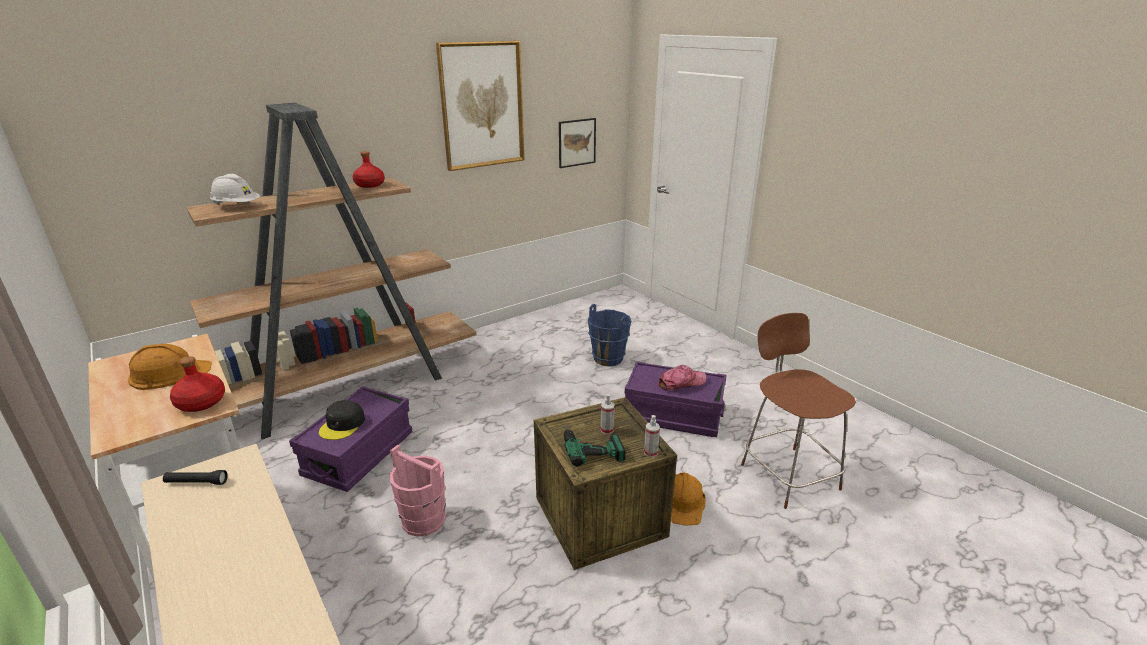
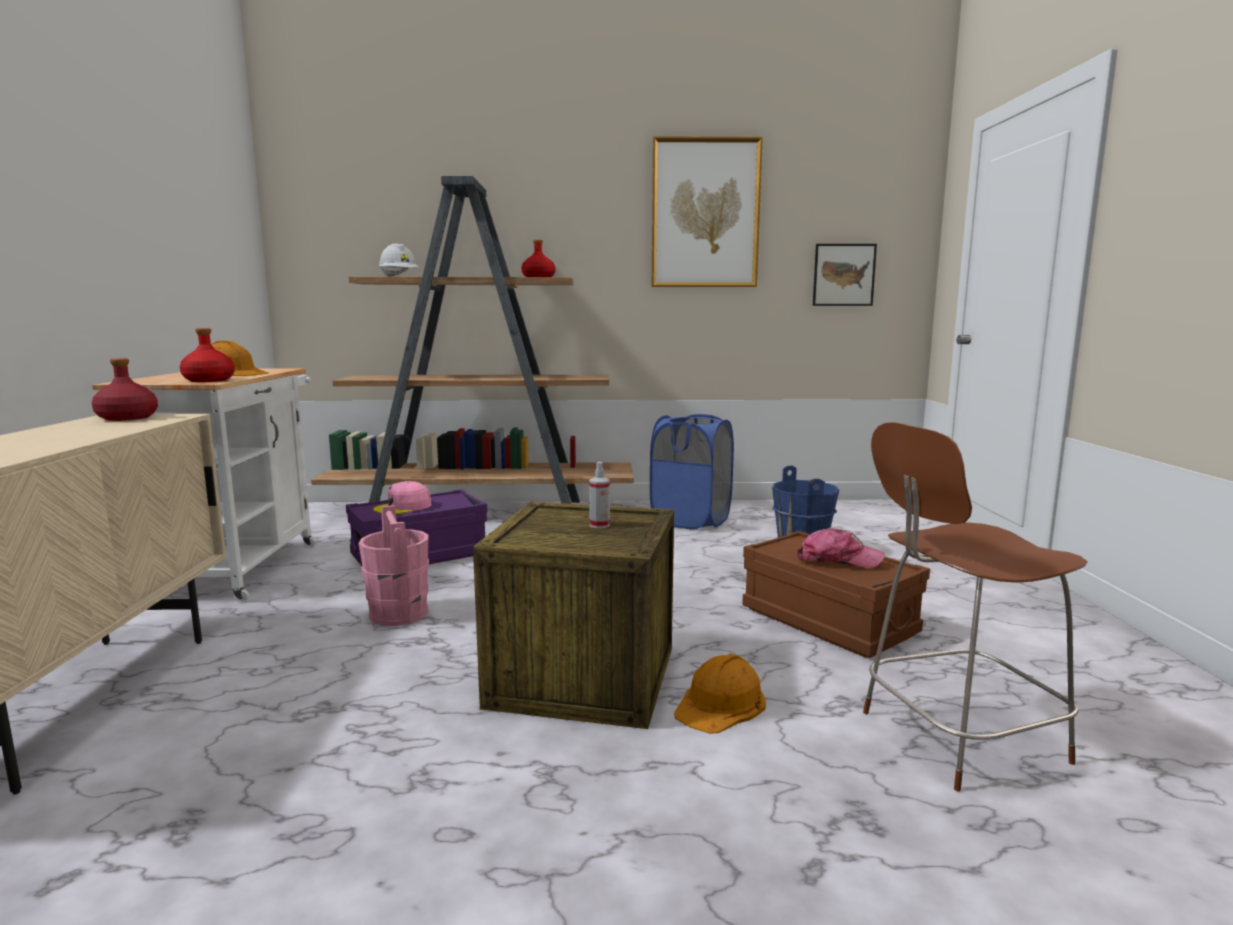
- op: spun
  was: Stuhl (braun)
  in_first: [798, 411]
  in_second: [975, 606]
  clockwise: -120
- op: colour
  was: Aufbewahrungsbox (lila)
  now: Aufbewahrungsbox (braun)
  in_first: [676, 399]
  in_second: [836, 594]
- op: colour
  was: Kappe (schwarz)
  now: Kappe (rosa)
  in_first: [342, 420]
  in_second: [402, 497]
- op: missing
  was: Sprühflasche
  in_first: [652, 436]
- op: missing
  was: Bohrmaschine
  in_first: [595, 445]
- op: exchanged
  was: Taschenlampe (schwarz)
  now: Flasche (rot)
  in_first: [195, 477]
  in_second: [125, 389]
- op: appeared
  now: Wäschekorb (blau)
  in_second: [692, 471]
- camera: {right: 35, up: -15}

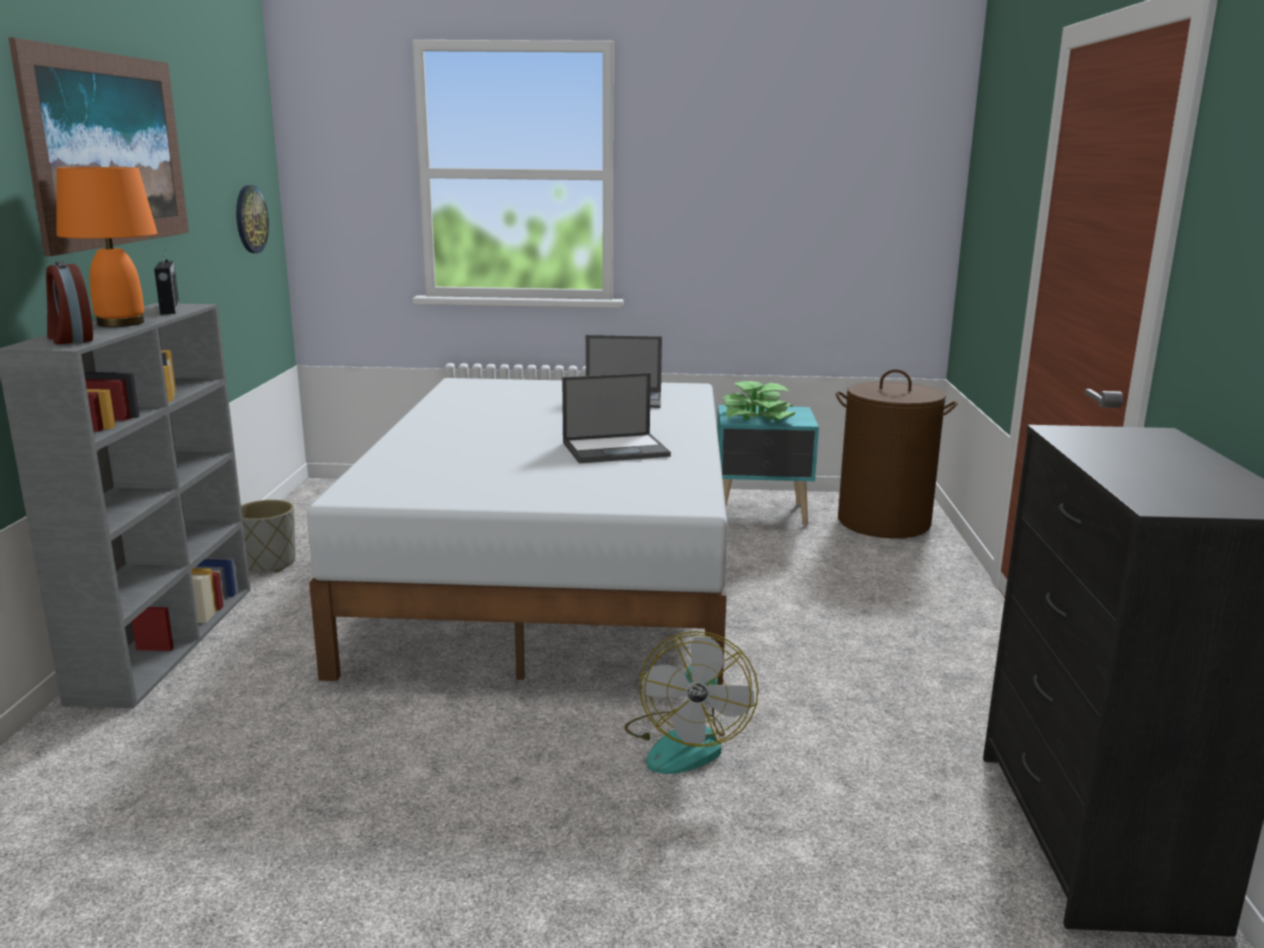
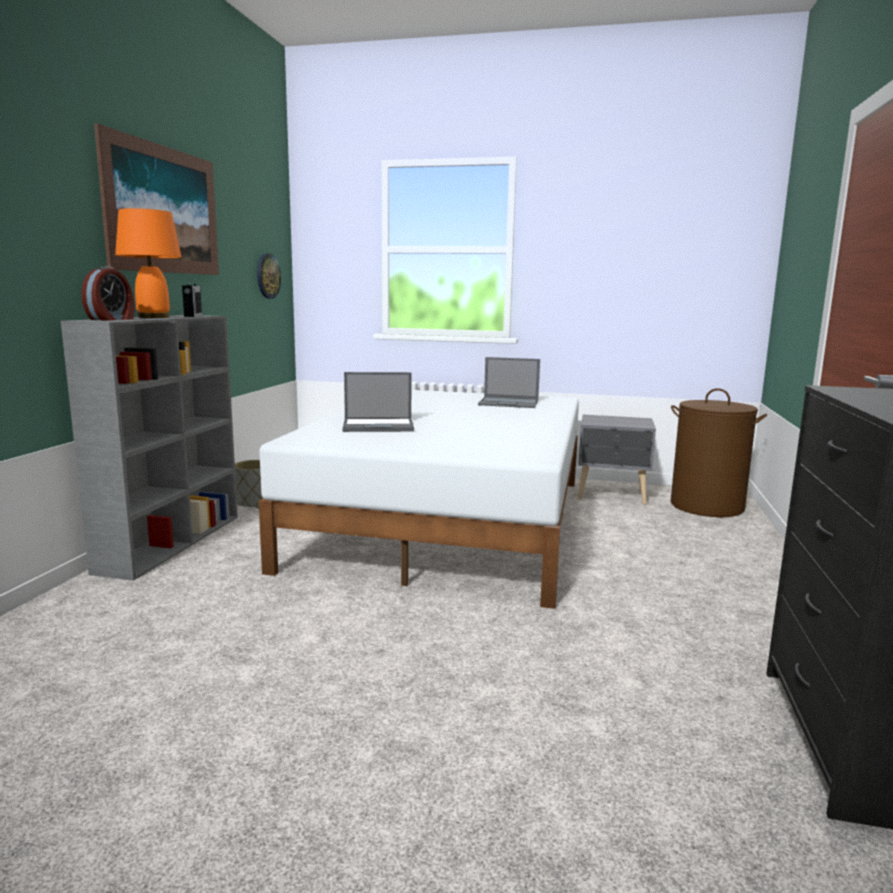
- op: spun
  was: Wecker
  in_first: [69, 303]
  in_second: [108, 293]
  clockwise: -135
- op: relocated
  was: Laptop
  in_first: [616, 418]
  in_second: [378, 402]
- op: missing
  was: Topfpflanze
  in_first: [758, 401]
- op: colour
  was: Nachttisch (türkis)
  now: Nachttisch (grau)
  in_first: [768, 465]
  in_second: [617, 460]
- op: missing
  was: Ventilator
  in_first: [691, 702]
- camera: {right: 10, up: -5}

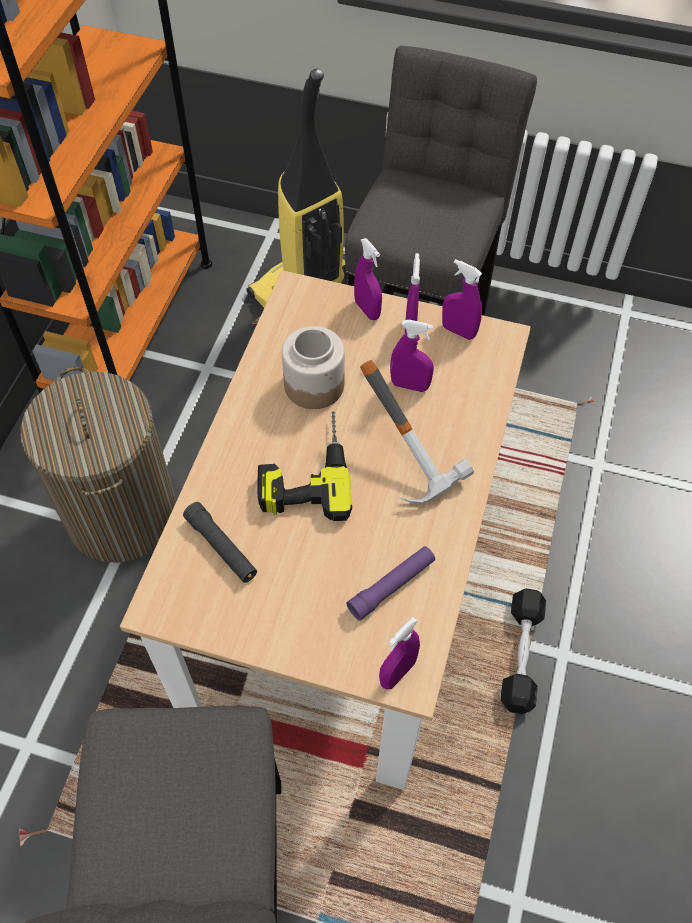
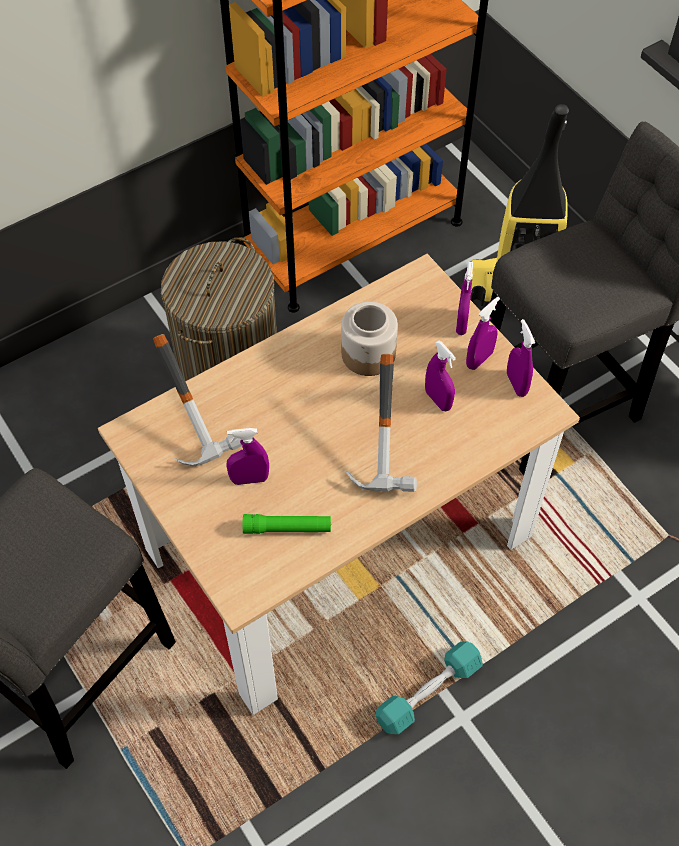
- op: missing
  was: Bohrmaschine
  in_first: [304, 466]
- op: exchanged
  was: Taschenlampe (schwarz)
  now: Hammer
  in_first: [220, 542]
  in_second: [197, 400]
- op: colour
  was: Taschenlampe (lila)
  now: Taschenlampe (grün)
  in_first: [390, 583]
  in_second: [287, 524]
- op: colour
  was: Hantel (schwarz)
  now: Hantel (türkis)
  in_first: [523, 651]
  in_second: [429, 687]
- op: relocated
  was: Sprühflasche (lila)
  in_first: [399, 653]
  in_second: [247, 456]
- camera: {right: 40, up: 0}

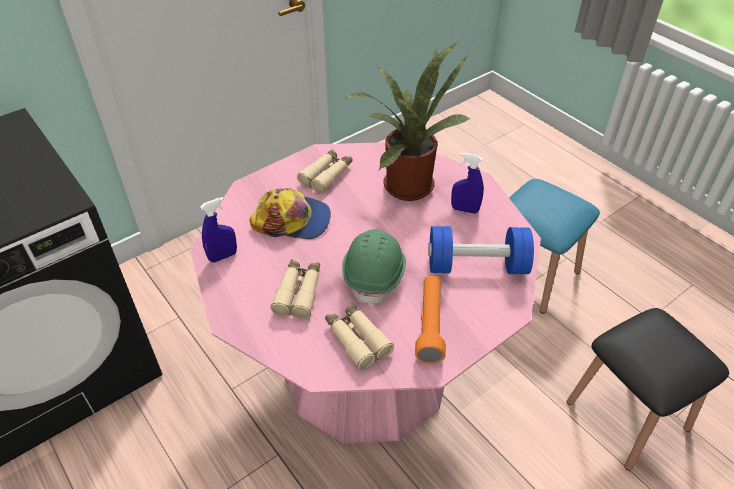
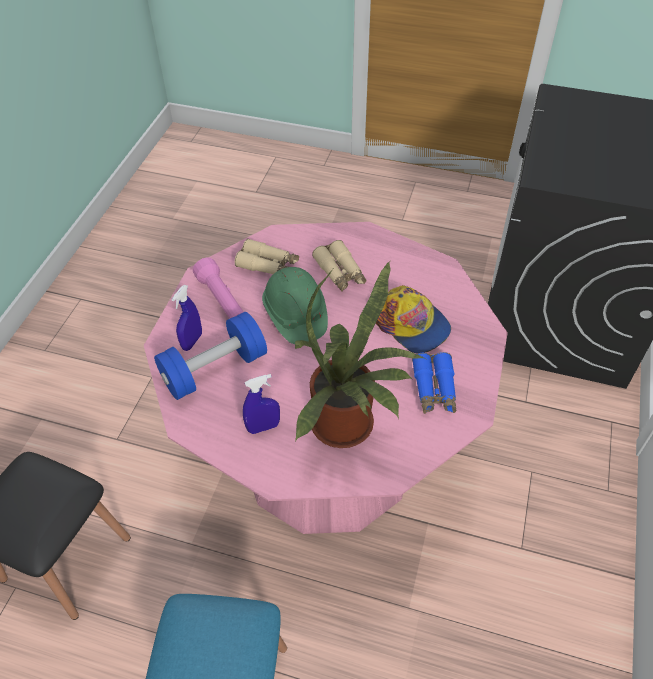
- op: colour
  was: Fernglas (beige)
  now: Fernglas (blau)
  in_first: [325, 171]
  in_second: [434, 383]
- op: spun
  was: Kappe
  in_first: [290, 213]
  in_second: [413, 319]
  clockwise: -105
- op: relocated
  was: Sprühflasche (blau)
  in_first: [218, 230]
  in_second: [186, 318]
- op: colour
  was: Taschenlampe (orange)
  now: Taschenlampe (rosa)
  in_first: [430, 320]
  in_second: [218, 288]
- camera: {right: 145, up: 5}

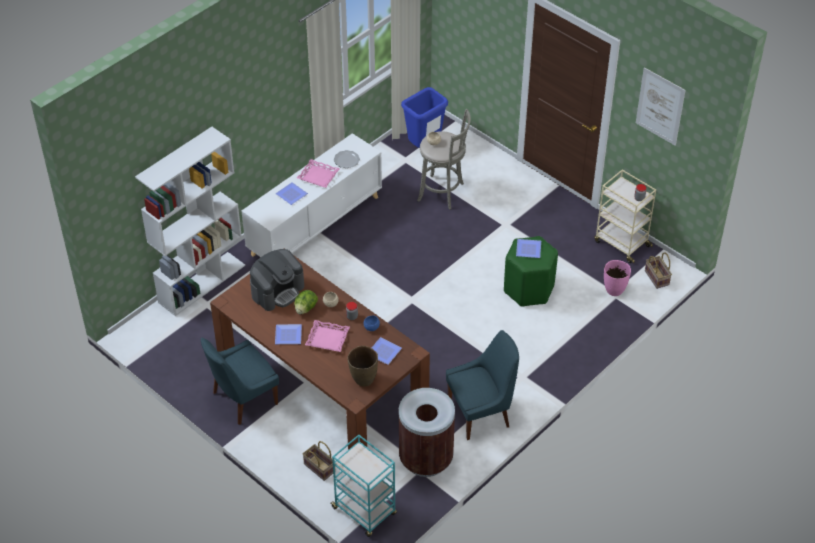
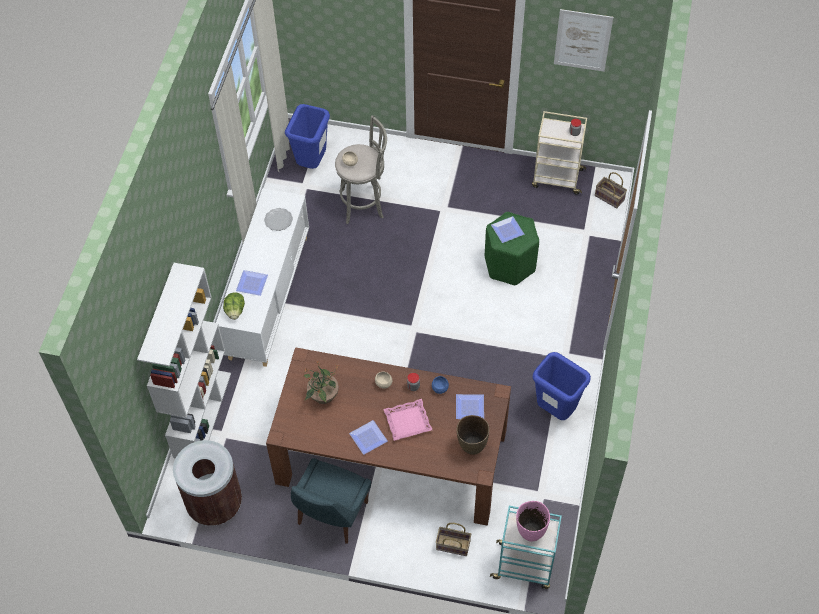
- op: missing
  was: Tablett (rosa)
  in_first: [318, 173]
- op: exchanged
  was: Kaffeemaschine
  now: Topfpflanze
  in_first: [277, 280]
  in_second: [321, 383]
- op: relocated
  was: Vase (rosa)
  in_first: [617, 278]
  in_second: [533, 521]
- op: relocated
  was: Salatkopf
  in_first: [306, 302]
  in_second: [234, 306]
- op: exchanged
  was: Stuhl (blau)
  now: Mülleimer (blau)
  in_first: [482, 385]
  in_second: [562, 386]
- op: relocated
  was: Mülleimer (braun)
  in_first: [427, 432]
  in_second: [207, 483]
- camera: {right: -30, up: 10}

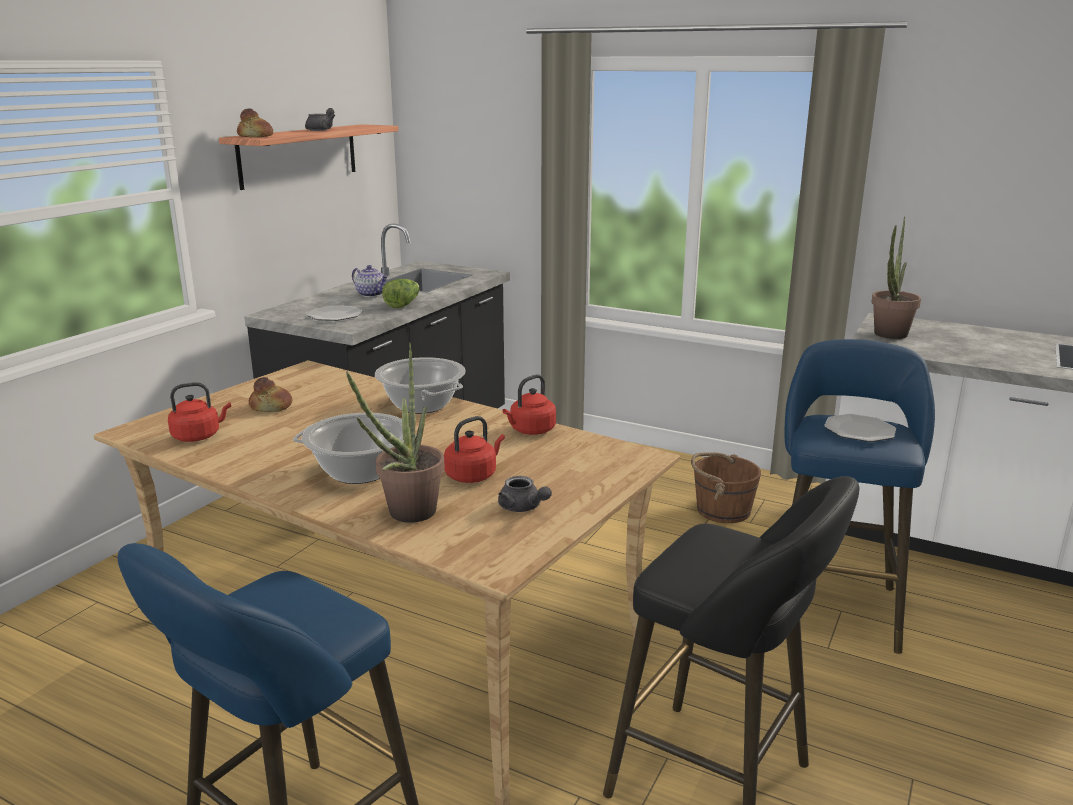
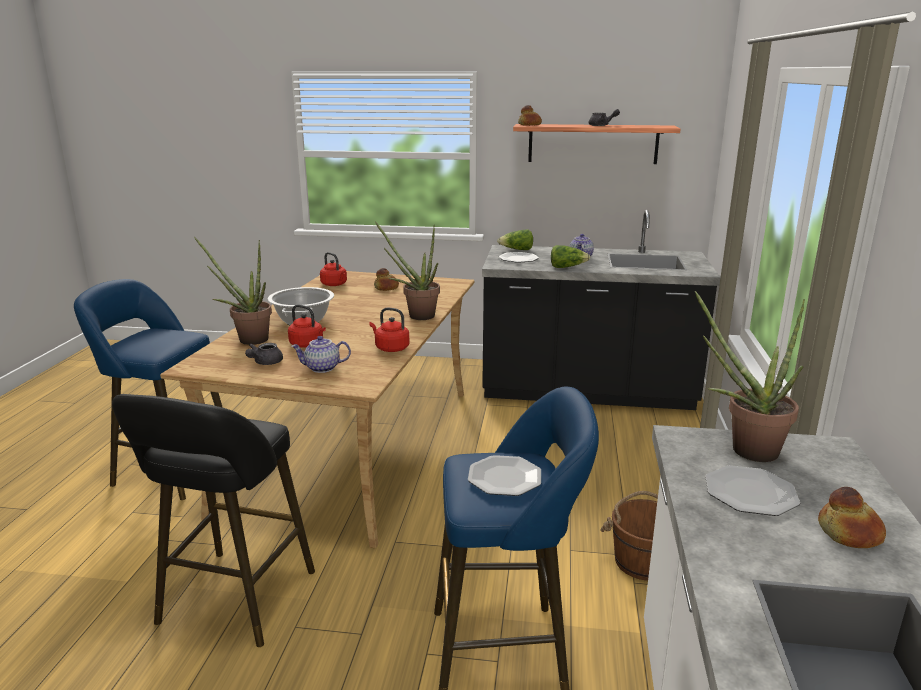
- op: exchanged
  was: Kochtopf
  now: Topfpflanze
  in_first: [420, 385]
  in_second: [407, 270]
- op: appeared
  now: Salatkopf
  in_second: [515, 240]
- op: appeared
  now: Teekanne
  in_second: [321, 354]
- op: appeared
  now: Teller
  in_second: [752, 490]
- op: appeared
  now: Brot
  in_second: [852, 517]
- camera: {right: 70, up: 0}

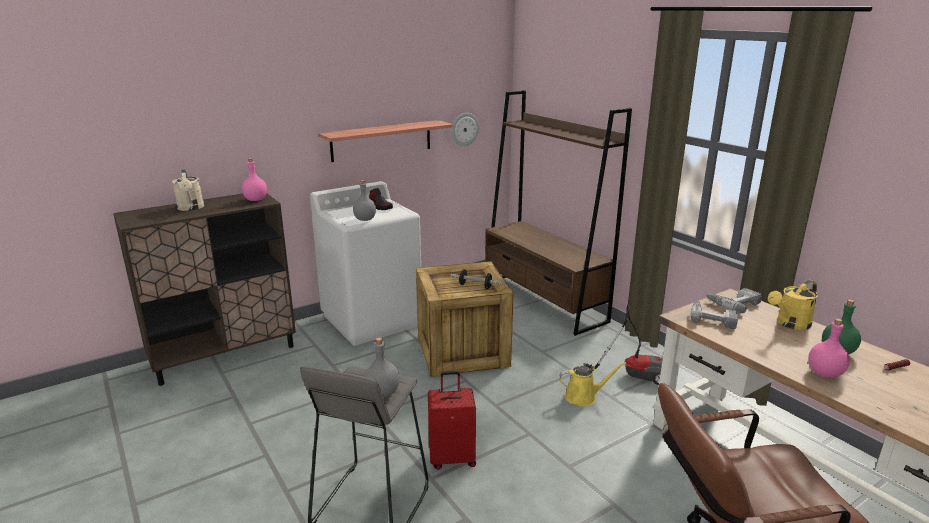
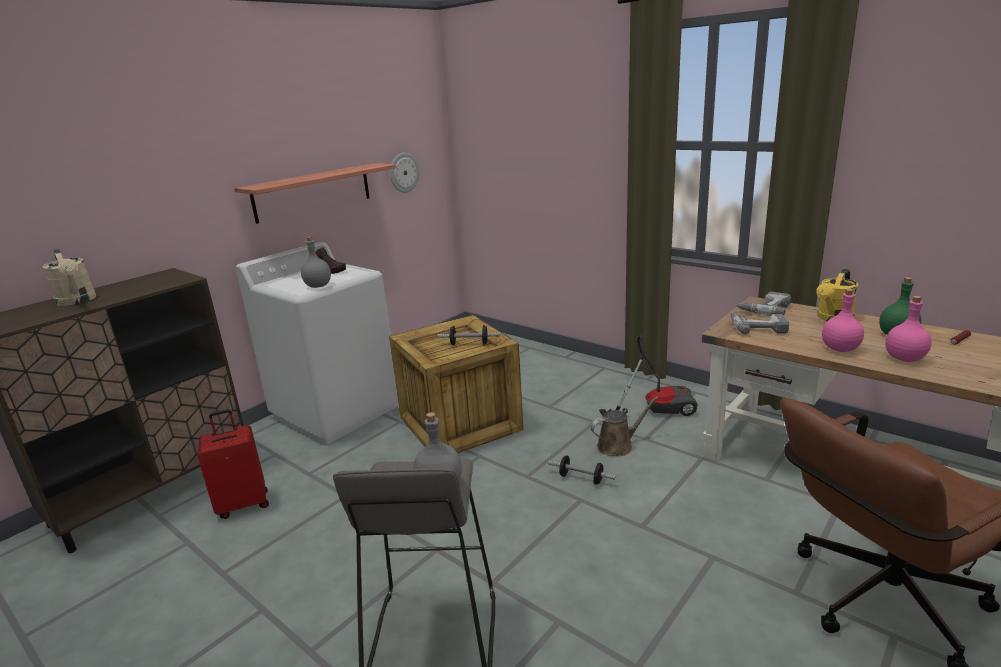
- op: missing
  was: Bücherregal (braun)
  in_first: [558, 213]
- op: relocated
  was: Flasche (rosa)
  in_first: [254, 179]
  in_second: [843, 320]
- op: colour
  was: Gießkanne (gelb)
  now: Gießkanne (braun)
  in_first: [592, 384]
  in_second: [624, 426]
- op: relocated
  was: Koffer (rot)
  in_first: [452, 420]
  in_second: [233, 464]
- op: appeared
  now: Hantel
  in_second: [582, 470]
- camera: {right: -15, up: 0}

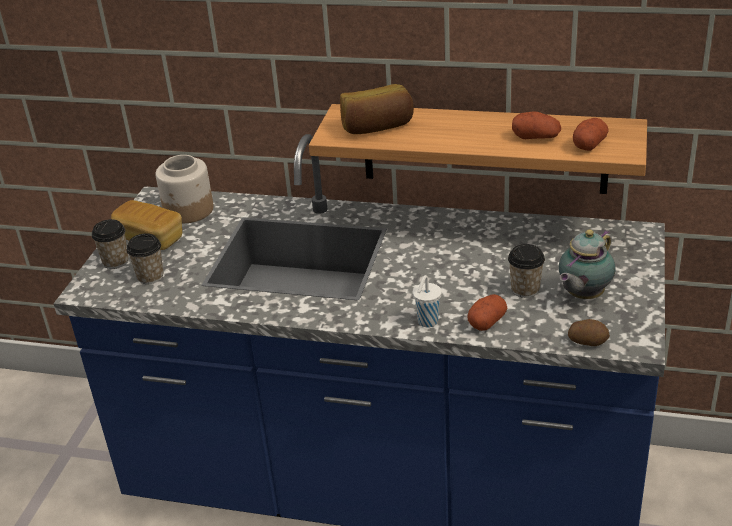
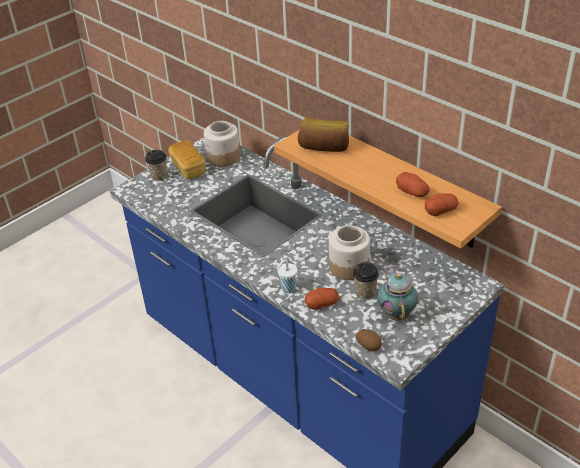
- op: spun
  was: Teekanne
  in_first: [587, 264]
  in_second: [397, 293]
  clockwise: 105
- op: missing
  was: Tasse
  in_first: [144, 258]
- op: appeared
  now: Vorratsglas
  in_second: [349, 252]
- camera: {right: 30, up: 5}

